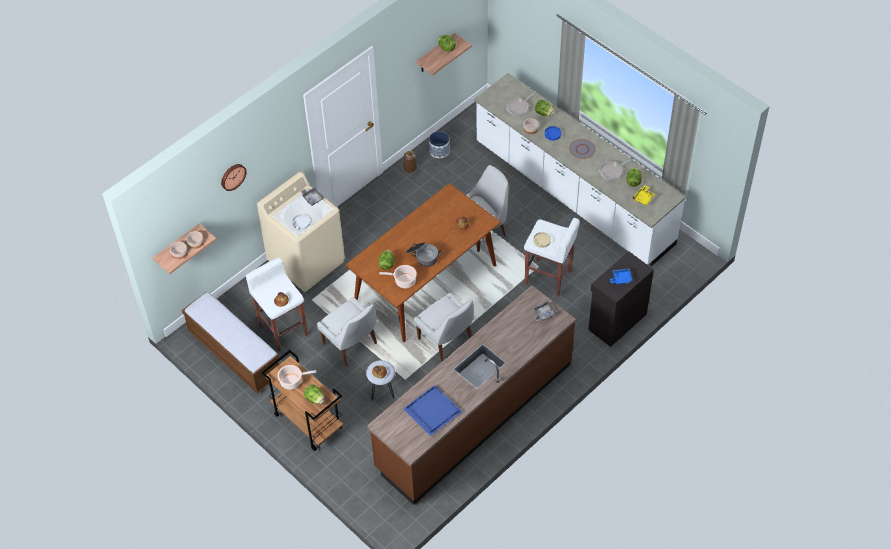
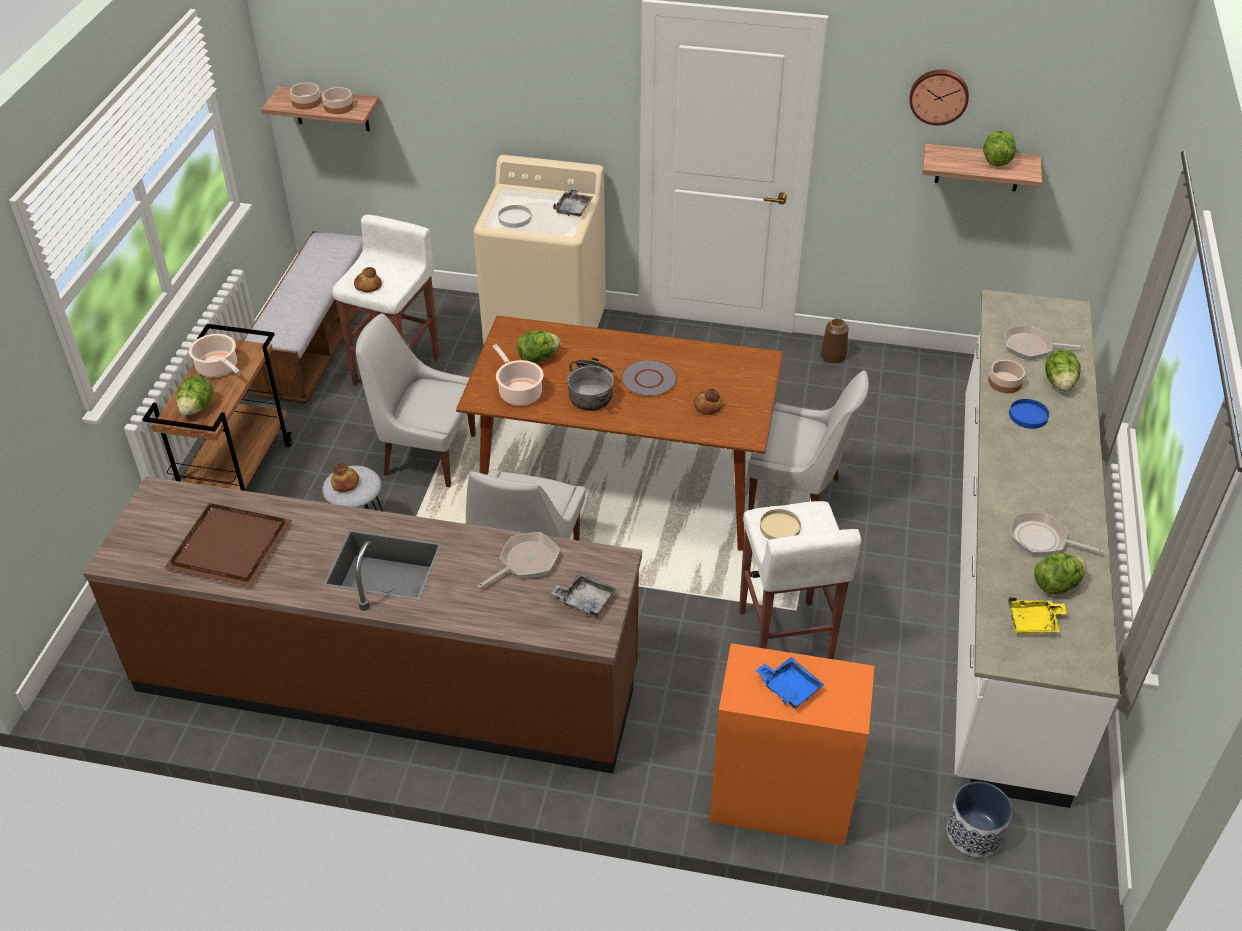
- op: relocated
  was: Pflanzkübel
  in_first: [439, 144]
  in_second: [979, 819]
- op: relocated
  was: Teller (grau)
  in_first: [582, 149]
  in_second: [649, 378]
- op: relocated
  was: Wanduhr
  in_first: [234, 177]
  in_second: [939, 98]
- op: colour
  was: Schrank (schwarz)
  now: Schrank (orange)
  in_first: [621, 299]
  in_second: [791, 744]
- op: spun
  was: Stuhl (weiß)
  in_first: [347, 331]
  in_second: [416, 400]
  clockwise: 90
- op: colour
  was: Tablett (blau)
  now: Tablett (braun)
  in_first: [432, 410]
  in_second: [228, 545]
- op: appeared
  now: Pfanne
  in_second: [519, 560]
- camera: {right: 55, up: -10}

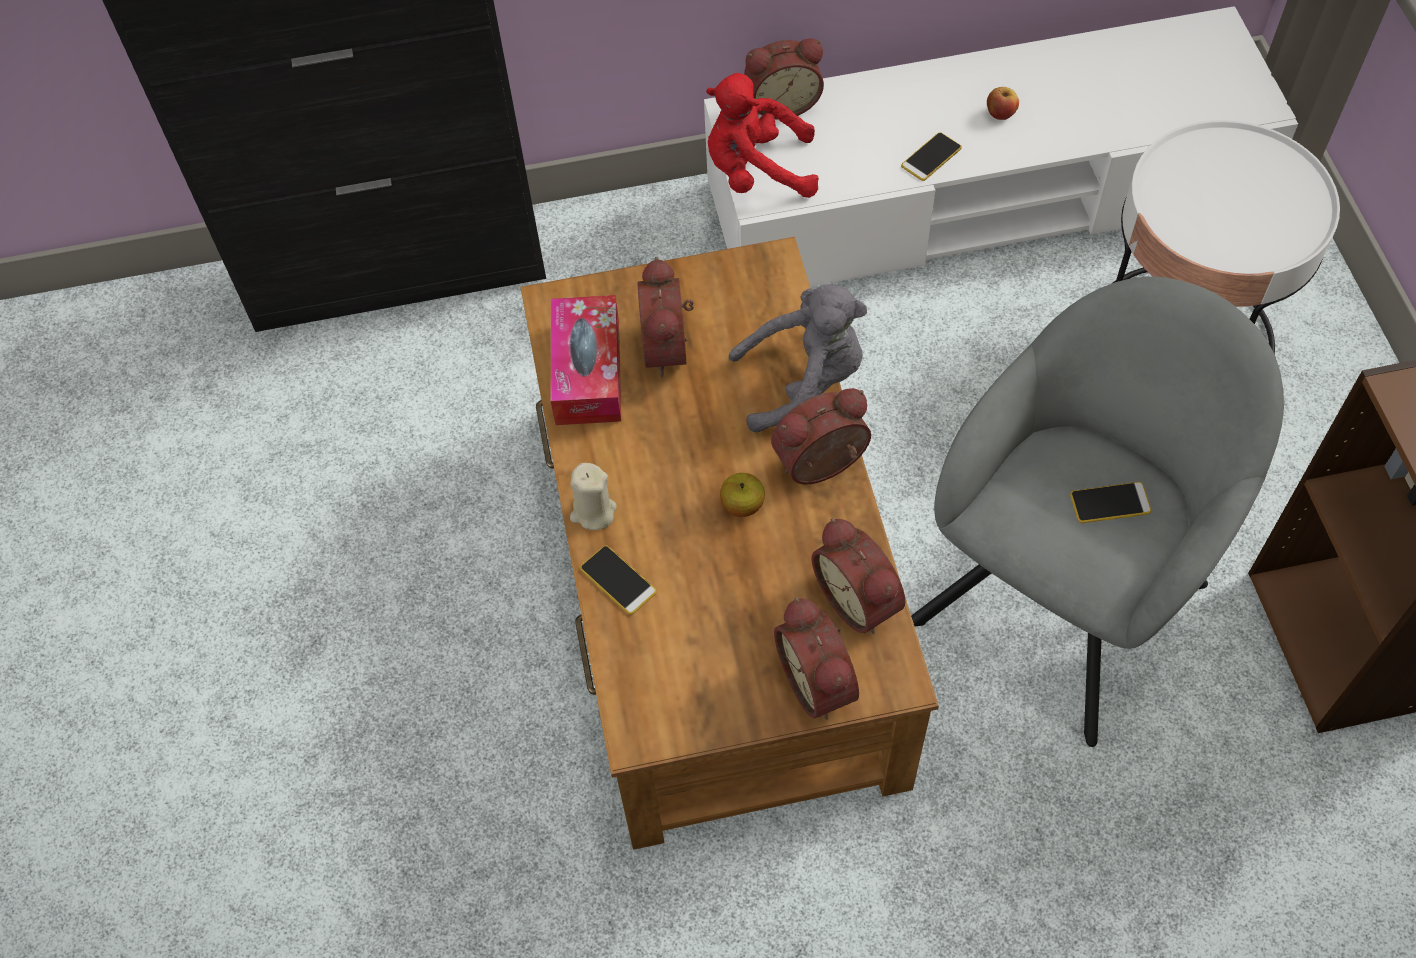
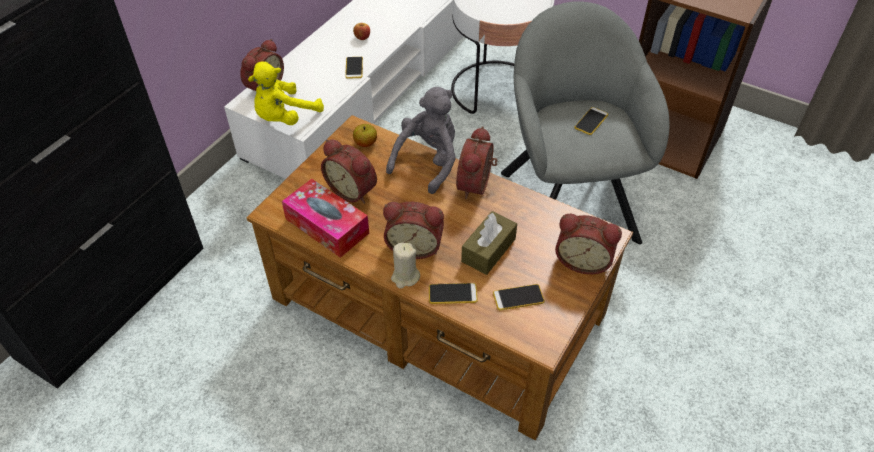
- op: colour
  was: Plüschtier (rot)
  now: Plüschtier (gelb)
  in_first: [762, 135]
  in_second: [286, 93]
- op: relocated
  was: Apfel
  in_first: [742, 495]
  in_second: [365, 135]
- op: relocated
  was: Wecker
  in_first: [858, 576]
  in_second: [413, 230]
- op: appeared
  now: Taschentuchbox (braun)
  in_second: [489, 243]
- op: appeared
  now: Handy
  in_second: [519, 297]
- camera: {right: -50, up: -10}

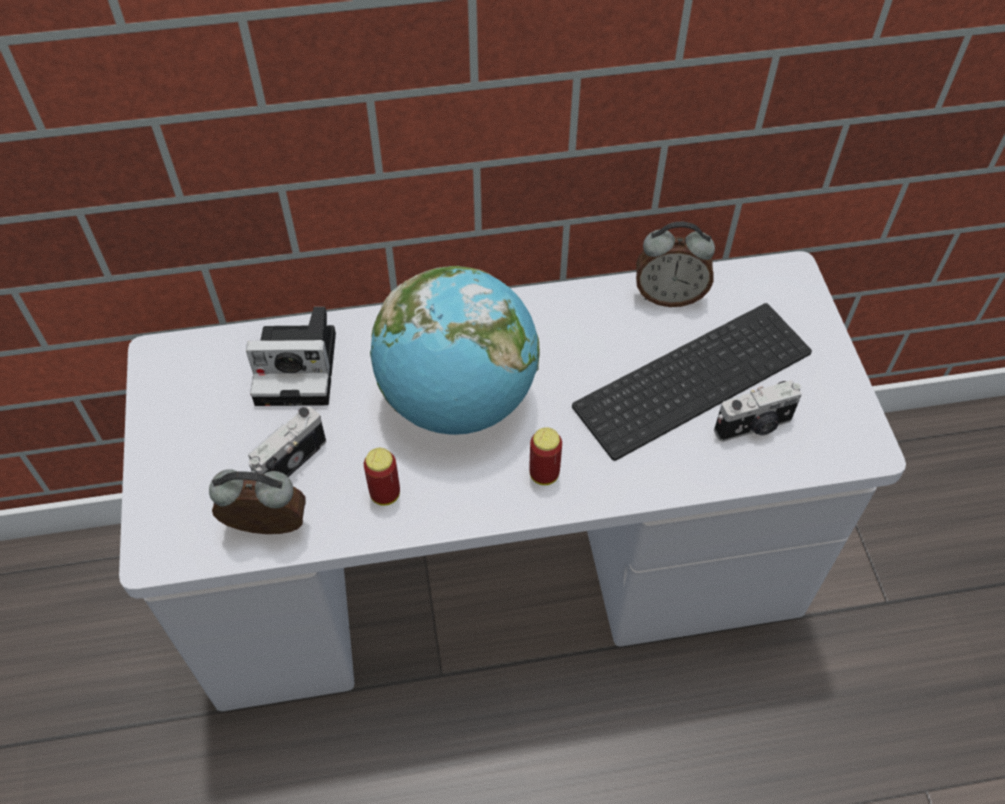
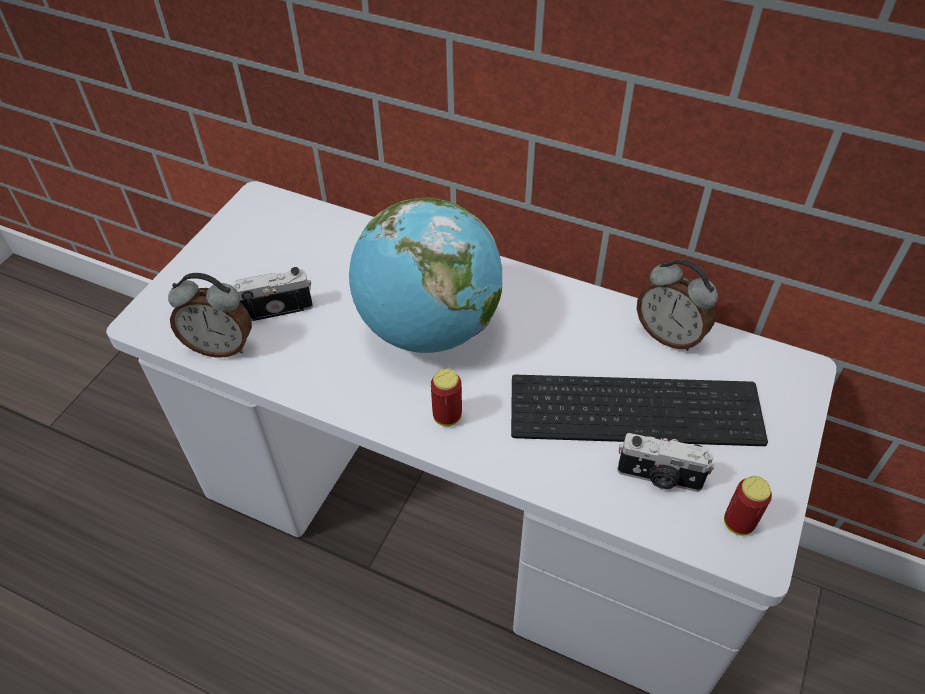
- op: missing
  was: Kamera
  in_first: [291, 356]
- op: relocated
  was: Dose
  in_first: [382, 477]
  in_second: [748, 505]
- op: spun
  was: Wecker
  in_first: [257, 501]
  in_second: [210, 315]
  clockwise: 150
- camera: {right: 35, up: -5}

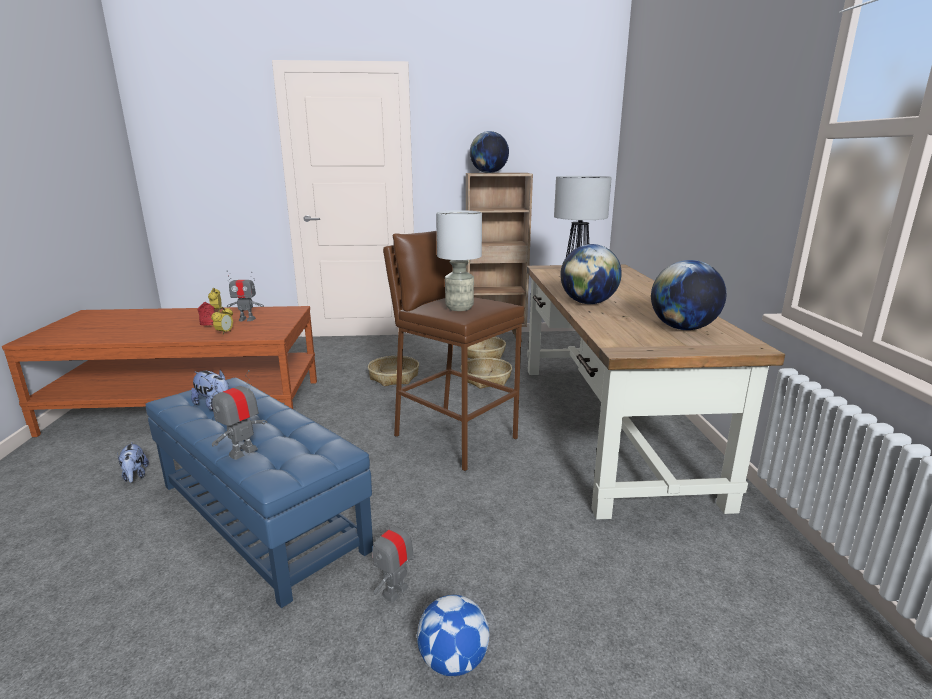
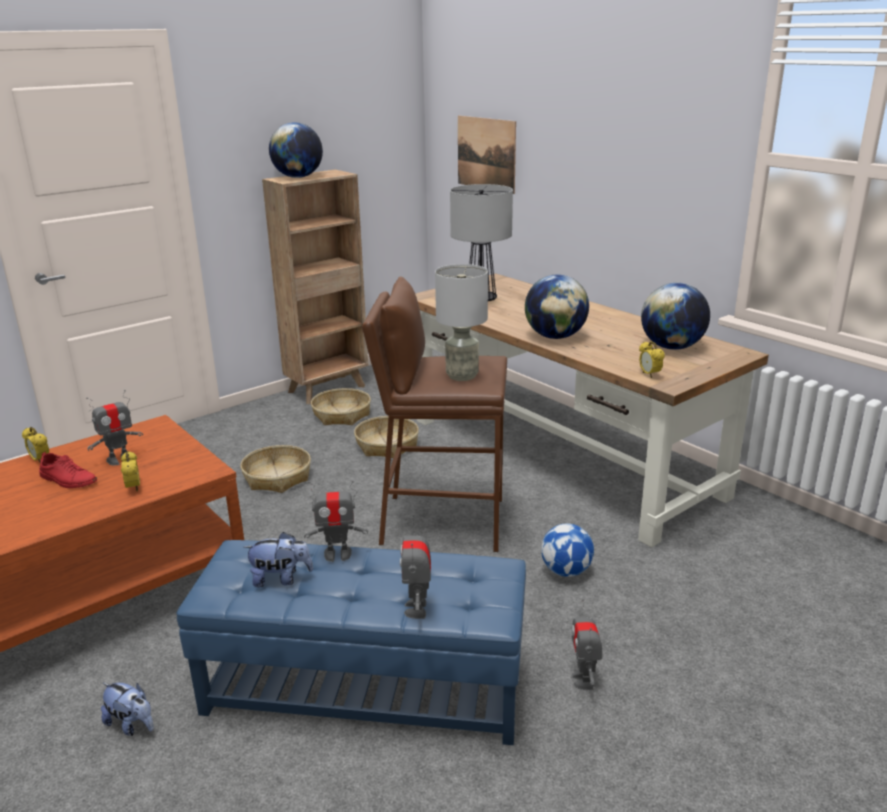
- op: relocated
  was: Fußball
  in_first: [453, 635]
  in_second: [567, 550]
- op: appeared
  now: Bild
  in_second: [487, 155]
- op: appeared
  now: Wecker
  in_second: [652, 359]
- op: appeared
  now: Spielzeugroboter
  in_second: [336, 521]
- camera: {right: -35, up: 5}

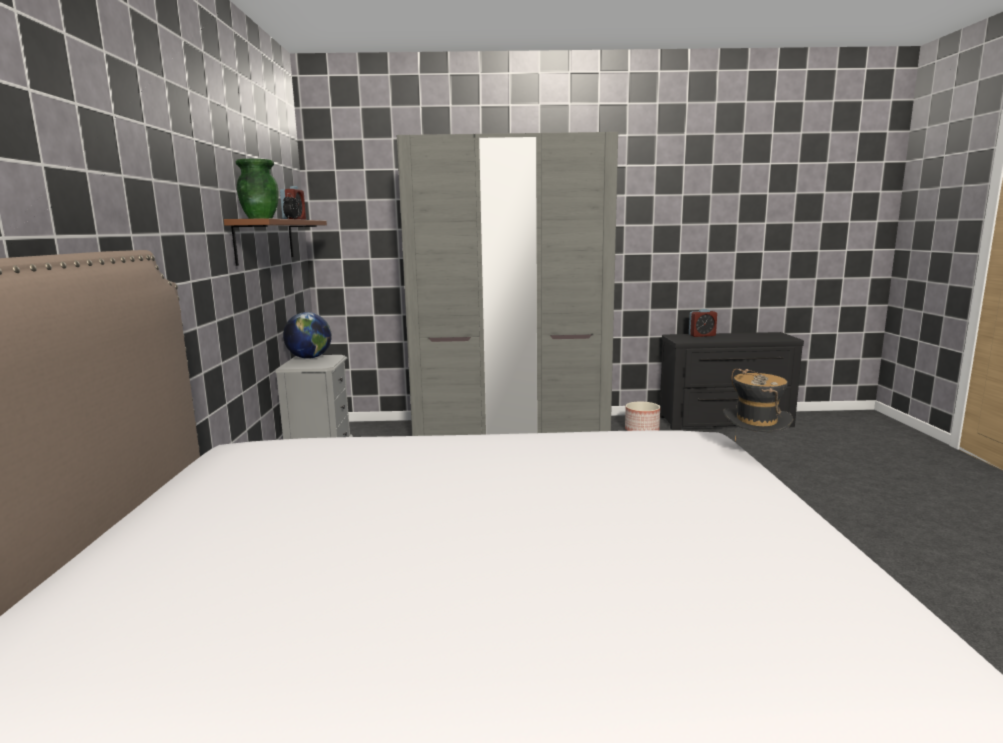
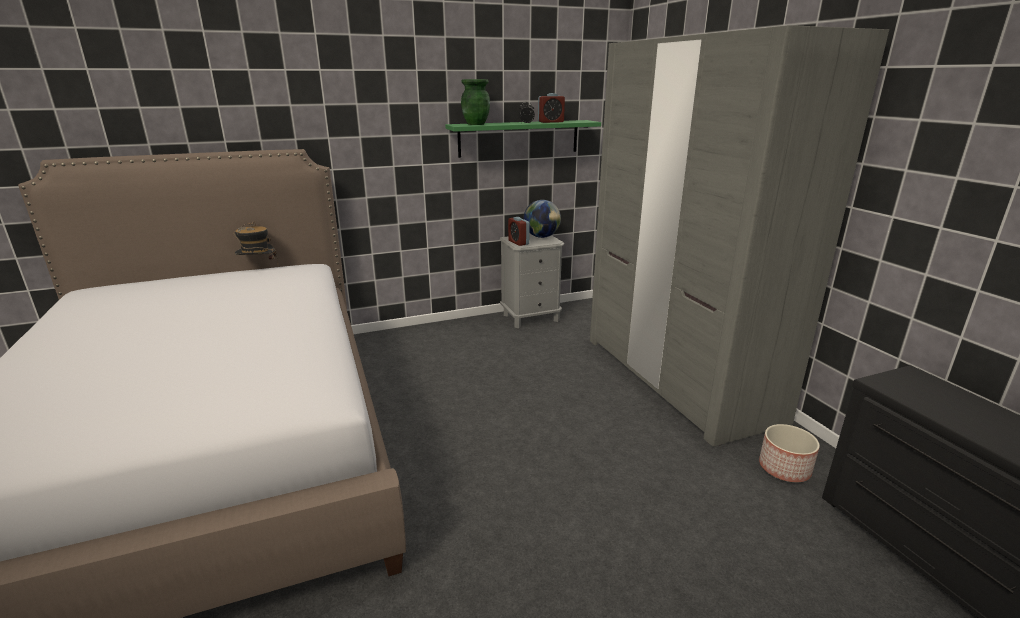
- op: colour
  was: Wandregal (braun)
  now: Wandregal (grün)
  in_first: [275, 242]
  in_second: [523, 139]
- op: relocated
  was: Wecker
  in_first: [703, 323]
  in_second: [519, 231]
- op: relocated
  was: Hut
  in_first: [758, 405]
  in_second: [255, 241]
- camera: {right: 70, up: 10}

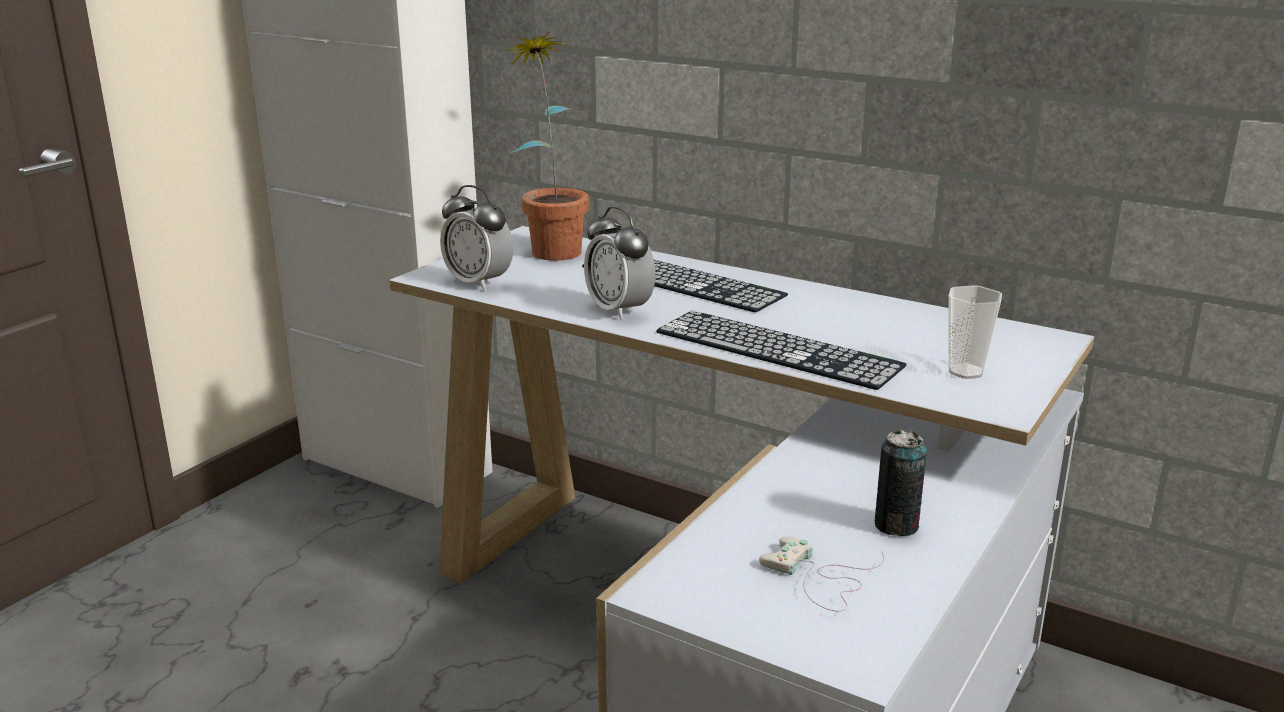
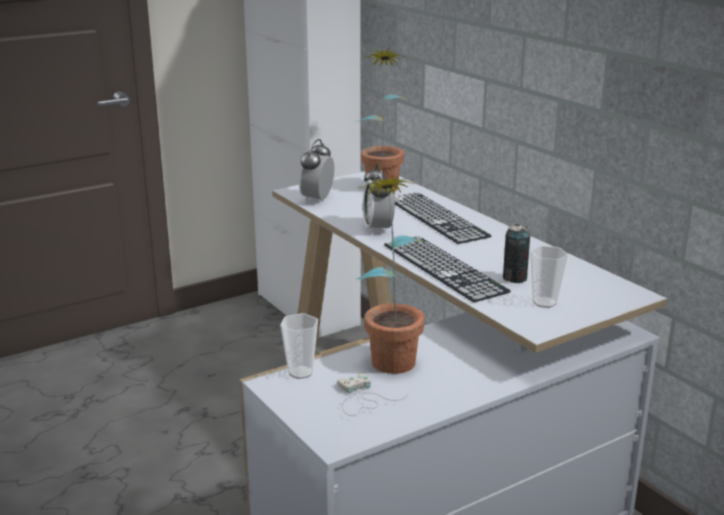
- op: spun
  was: Wecker
  in_first: [476, 238]
  in_second: [316, 171]
  clockwise: 45
- op: relocated
  was: Dose
  in_first: [901, 483]
  in_second: [516, 253]
- op: appeared
  now: Topfpflanze
  in_second: [390, 275]
- op: appeared
  now: Tasse
  in_second: [299, 346]
- camera: {right: 25, up: 0}

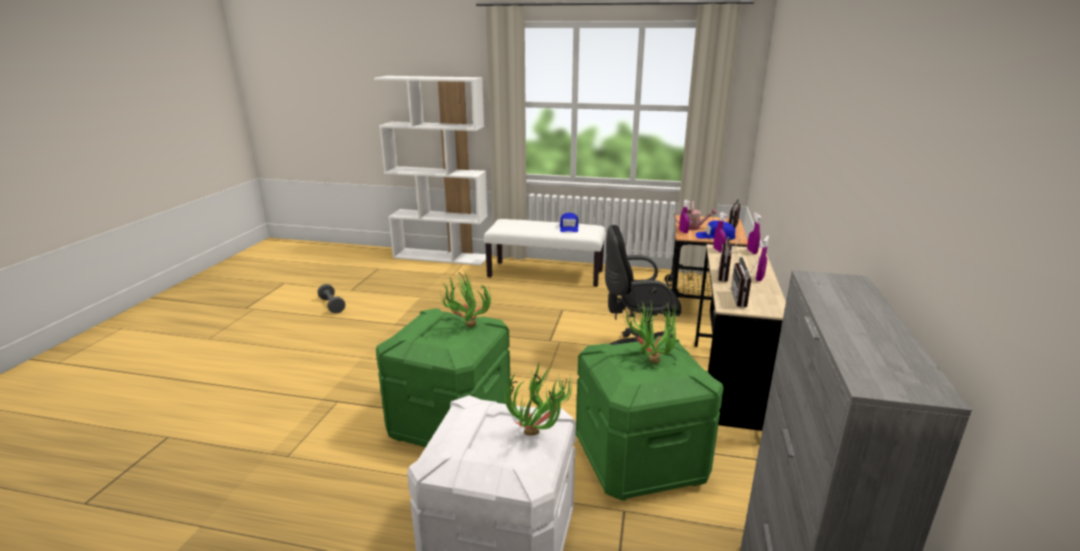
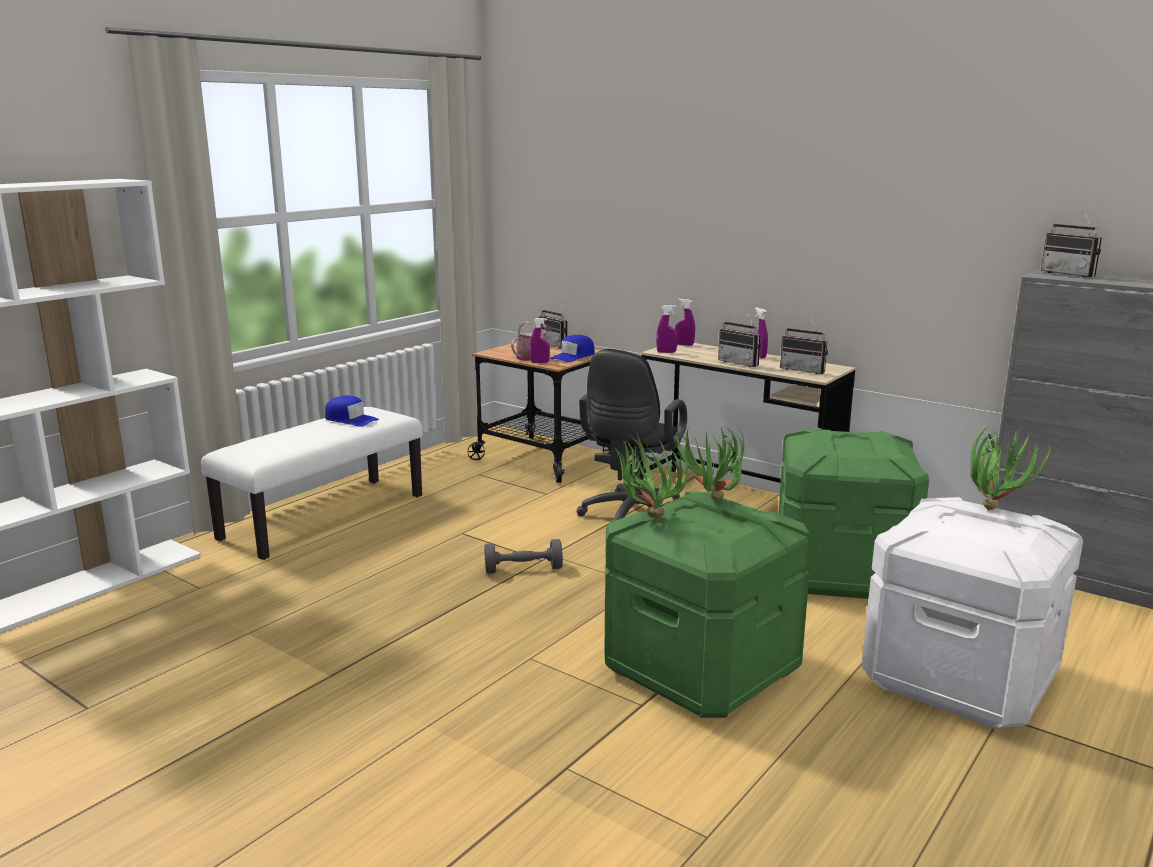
- op: relocated
  was: Hantel (grau)
  in_first: [331, 299]
  in_second: [523, 556]
- op: relocated
  was: Topfpflanze
  in_first: [650, 333]
  in_second: [651, 475]
- op: appeared
  now: Radio
  in_second: [1071, 244]
- camera: {right: -65, up: -5}

